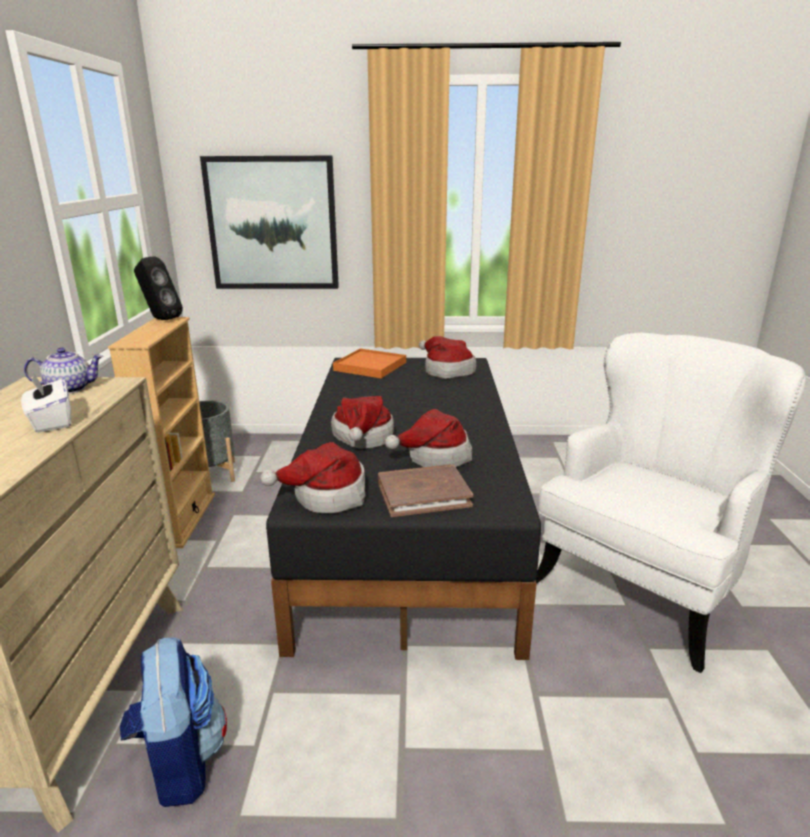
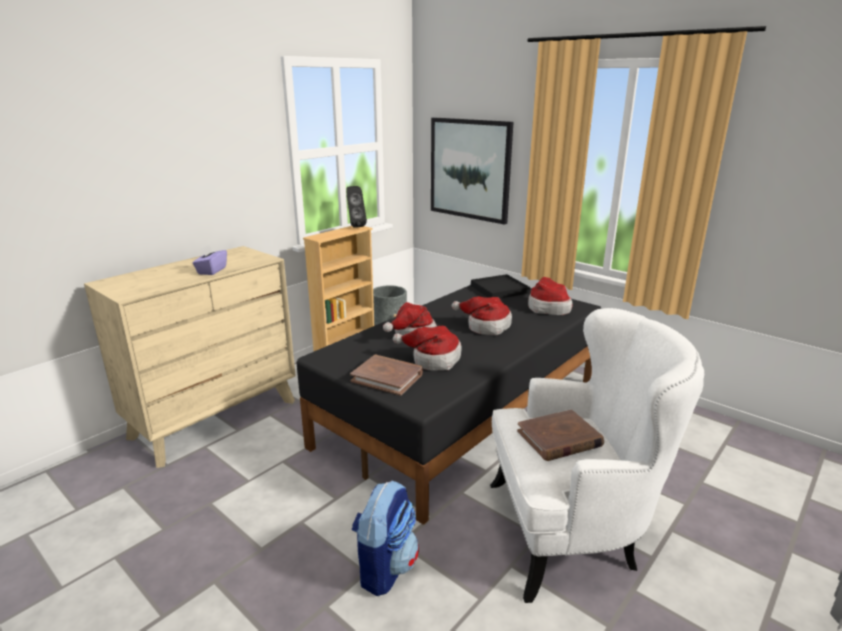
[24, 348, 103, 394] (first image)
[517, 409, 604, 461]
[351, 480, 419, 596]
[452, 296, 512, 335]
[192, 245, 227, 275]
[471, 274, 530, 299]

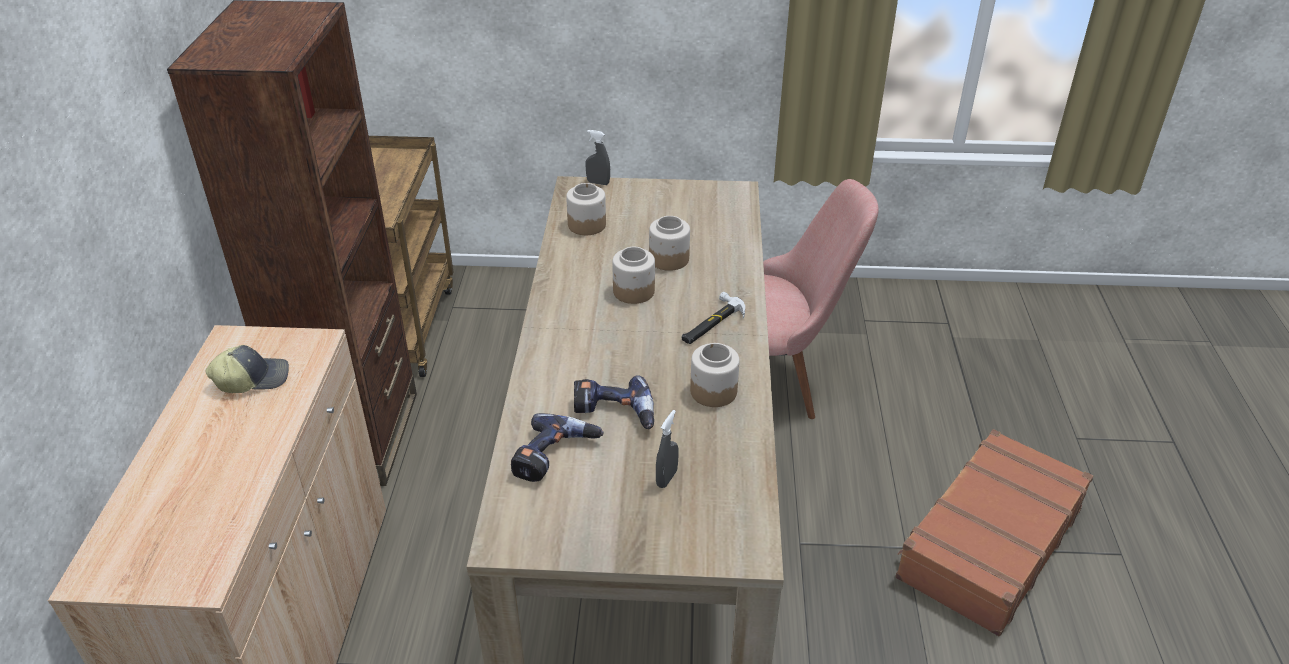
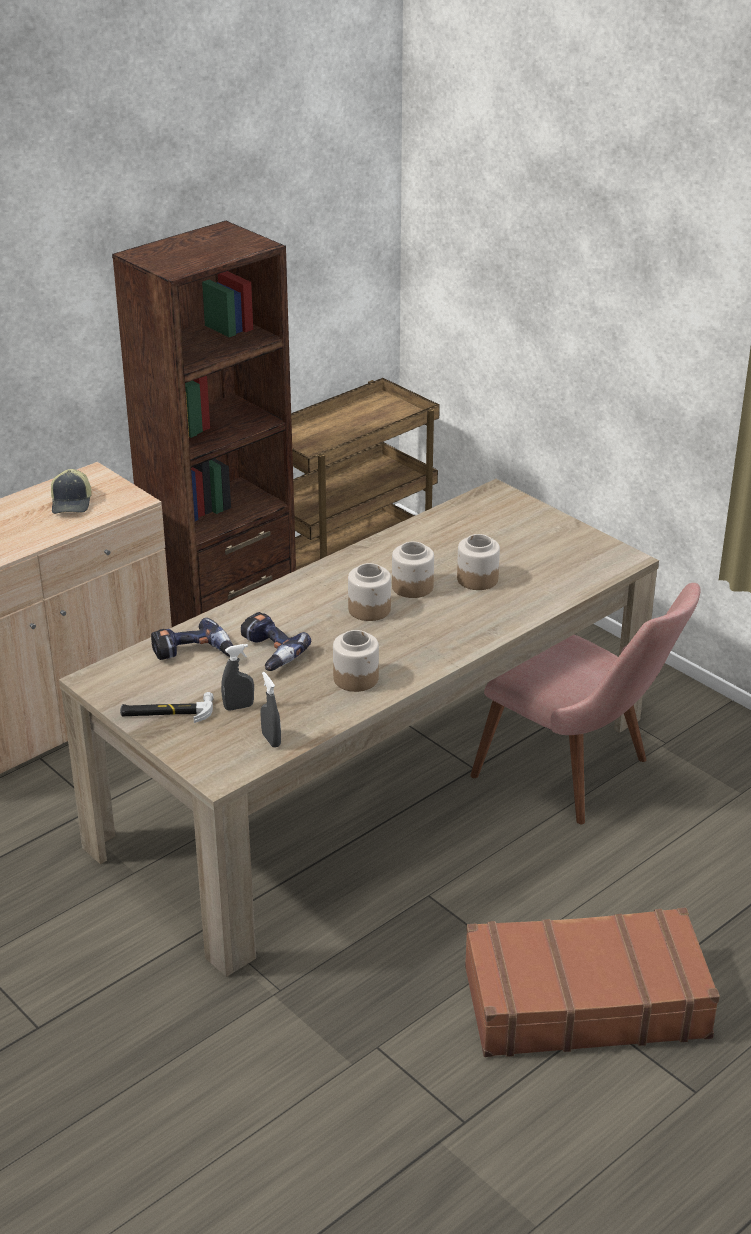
[348, 563, 391, 621]
[260, 672, 281, 748]
[120, 692, 214, 723]
[51, 469, 91, 514]

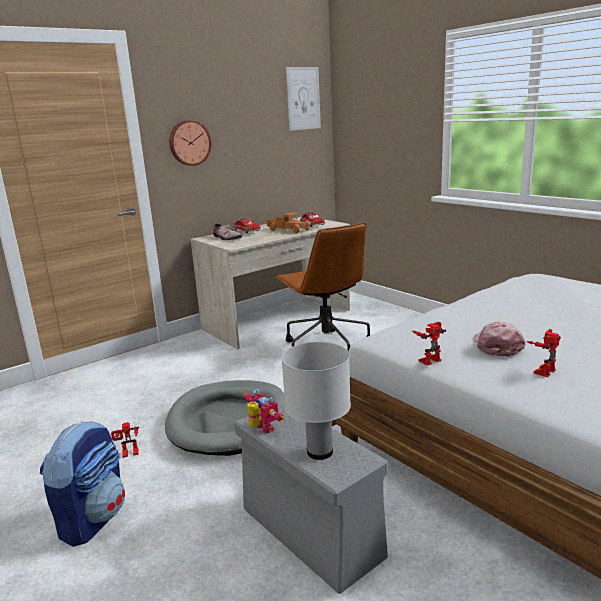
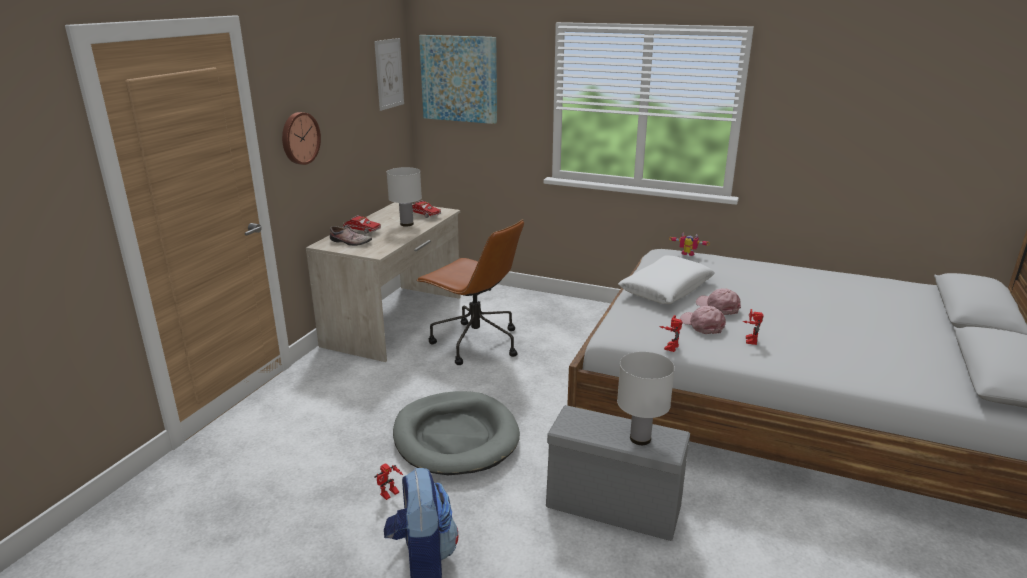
[419, 35, 497, 124]
[618, 255, 715, 304]
[696, 288, 741, 315]
[669, 232, 710, 256]
[386, 167, 422, 227]

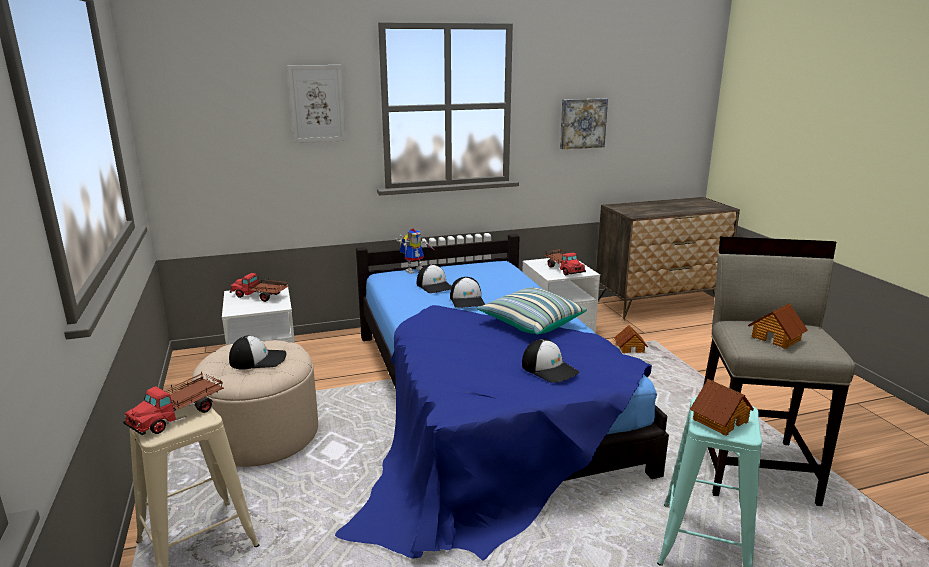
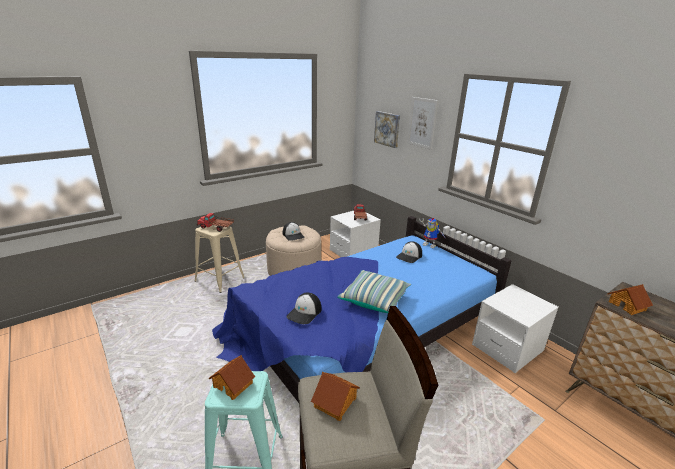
[450, 277, 485, 308] (first image)
[545, 249, 586, 275] (first image)
[374, 111, 400, 148]
[607, 284, 653, 315]

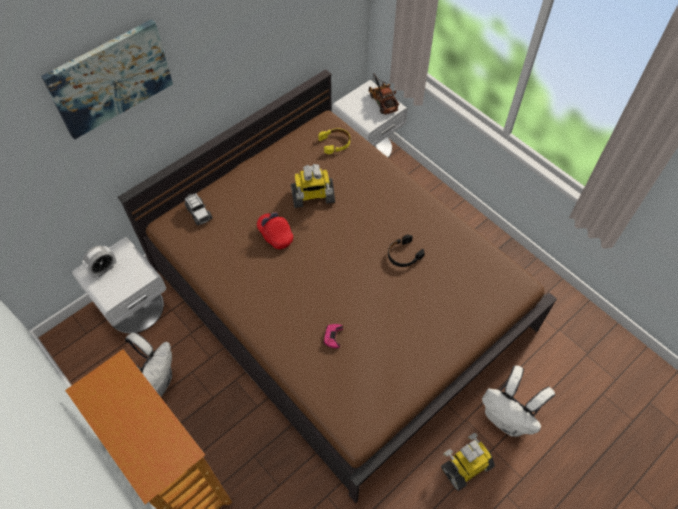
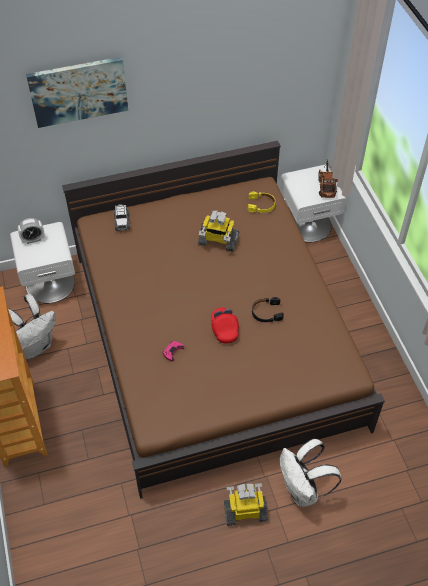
[211, 308, 239, 343]

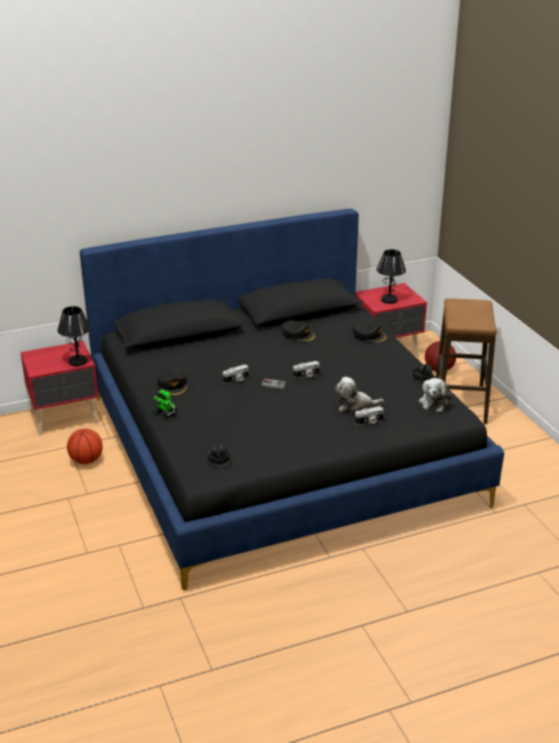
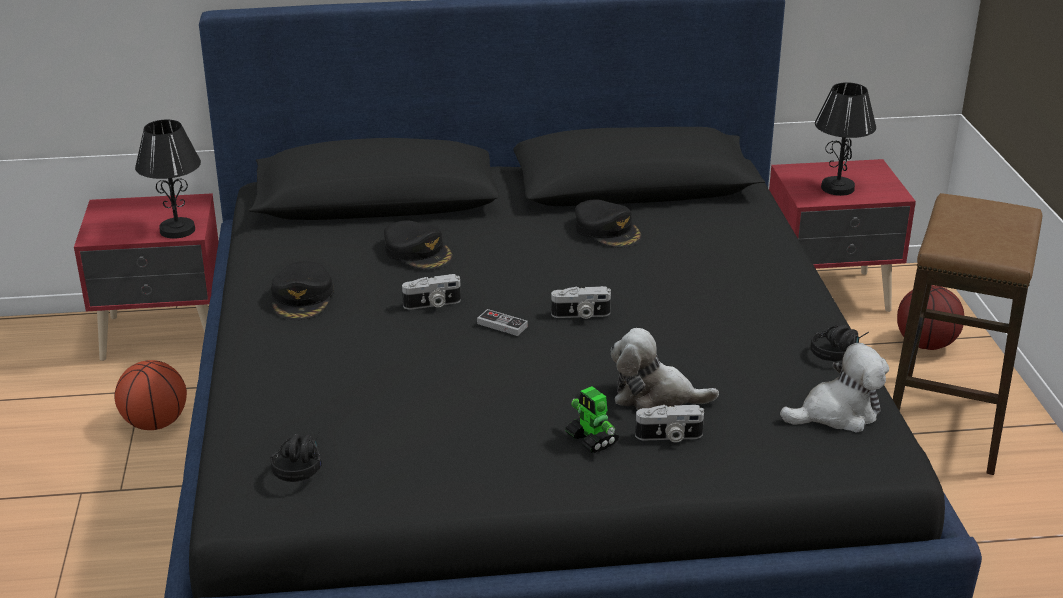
[565, 386, 619, 453]
[384, 220, 453, 270]
[780, 343, 889, 433]

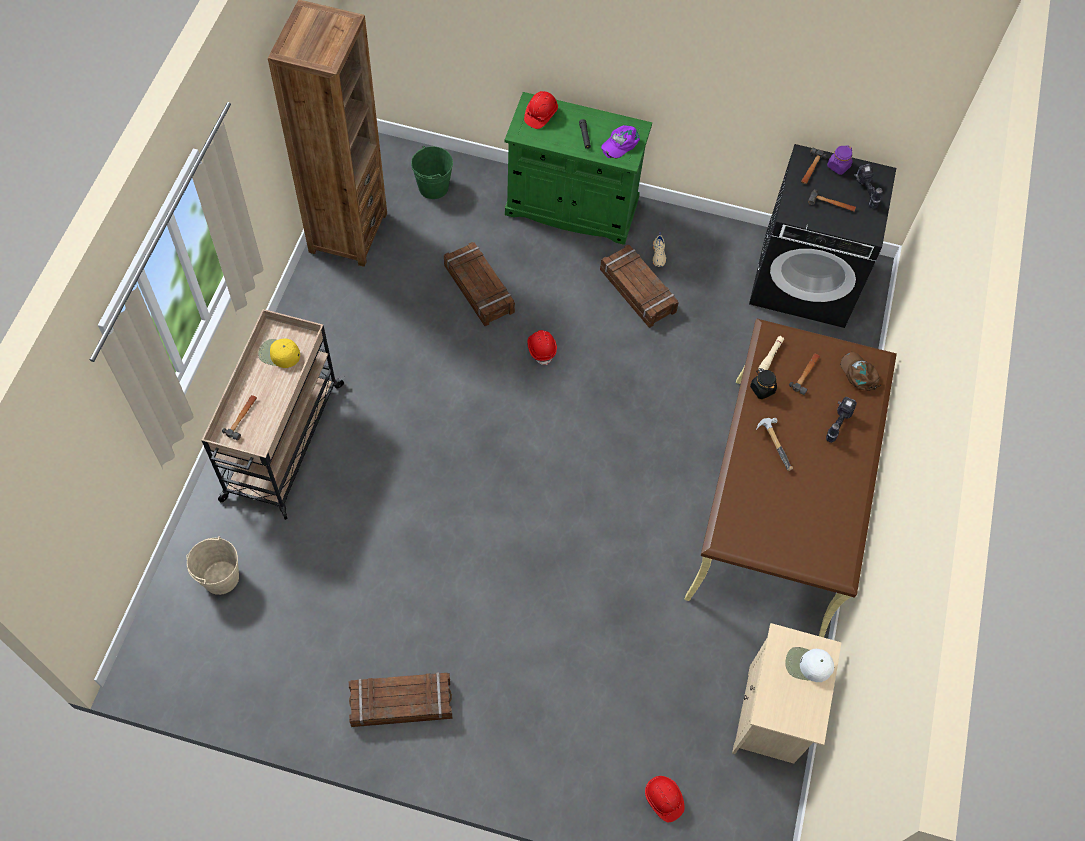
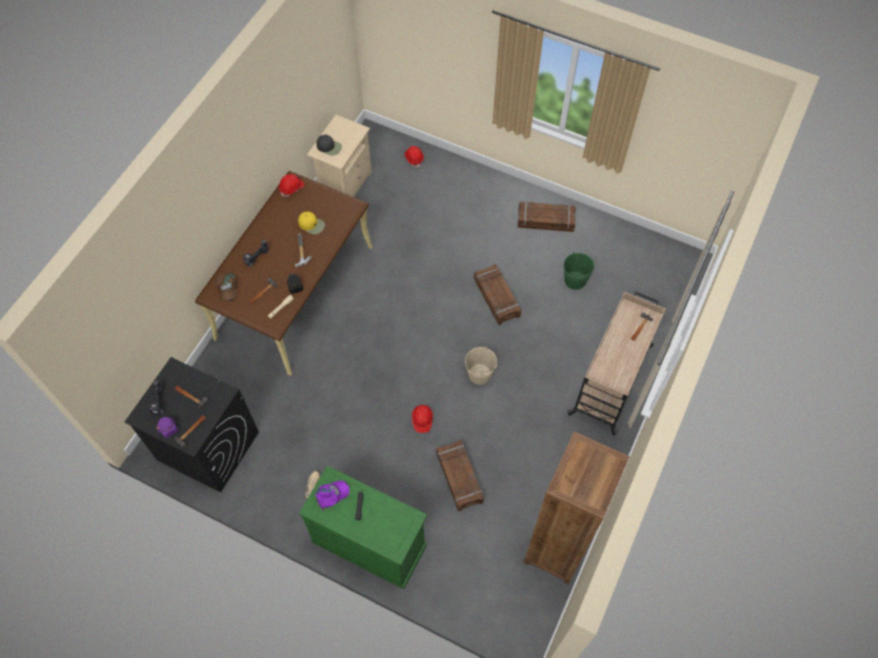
[465, 347, 497, 385]
[298, 212, 325, 235]
[564, 252, 594, 290]
[279, 174, 305, 197]
[474, 264, 521, 325]
[316, 135, 342, 156]

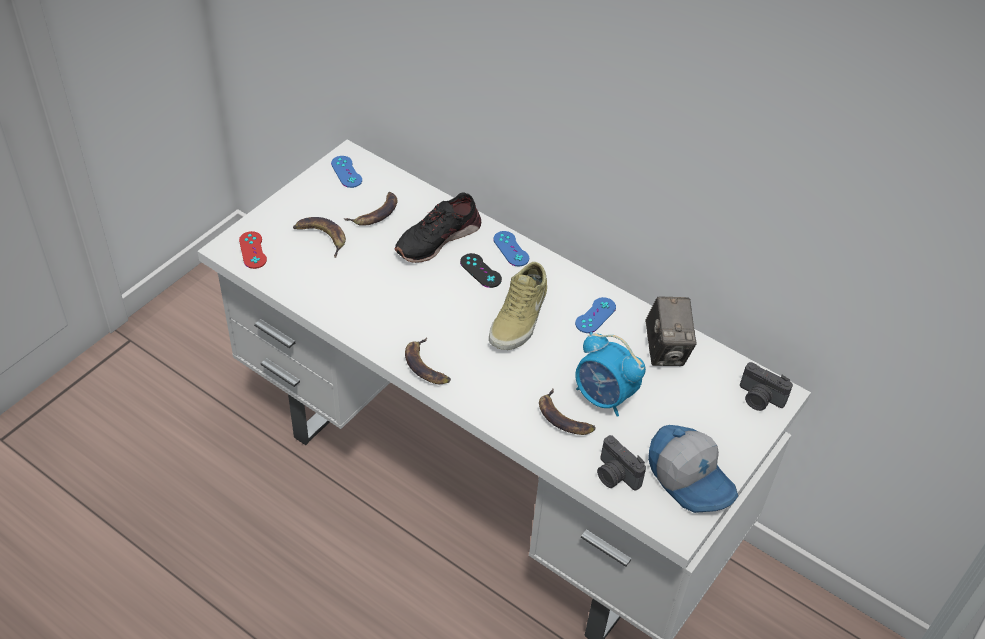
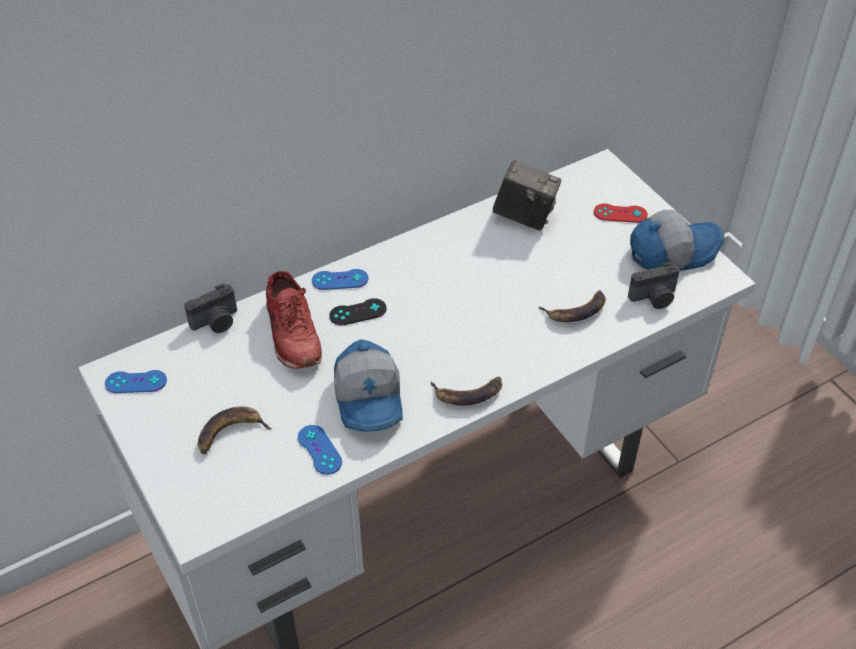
[344, 192, 397, 226] (first image)
[489, 262, 547, 350] (first image)
[575, 332, 646, 417] (first image)
[334, 339, 403, 432]
[594, 203, 648, 223]
[298, 425, 342, 475]
[184, 284, 237, 333]
[266, 271, 322, 369]

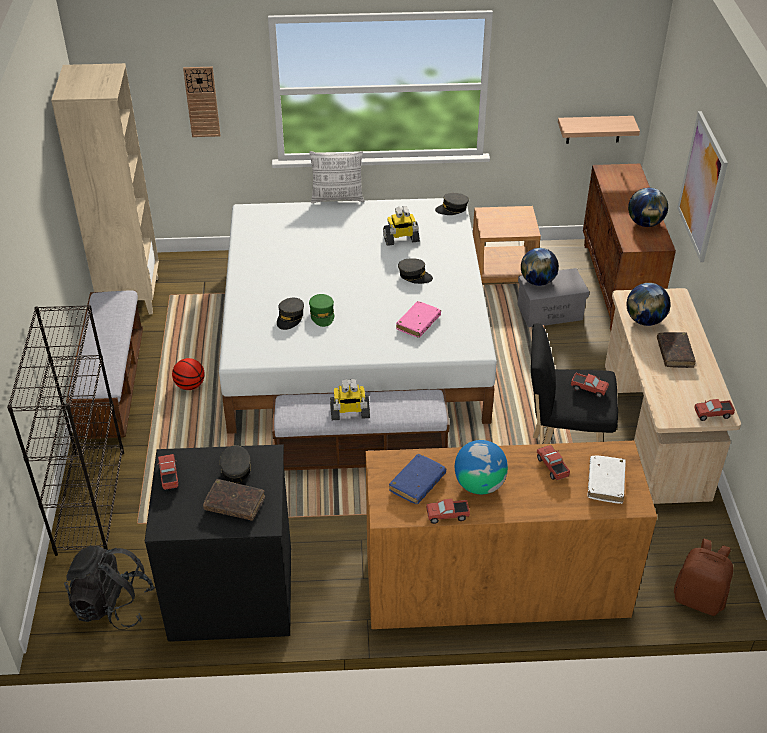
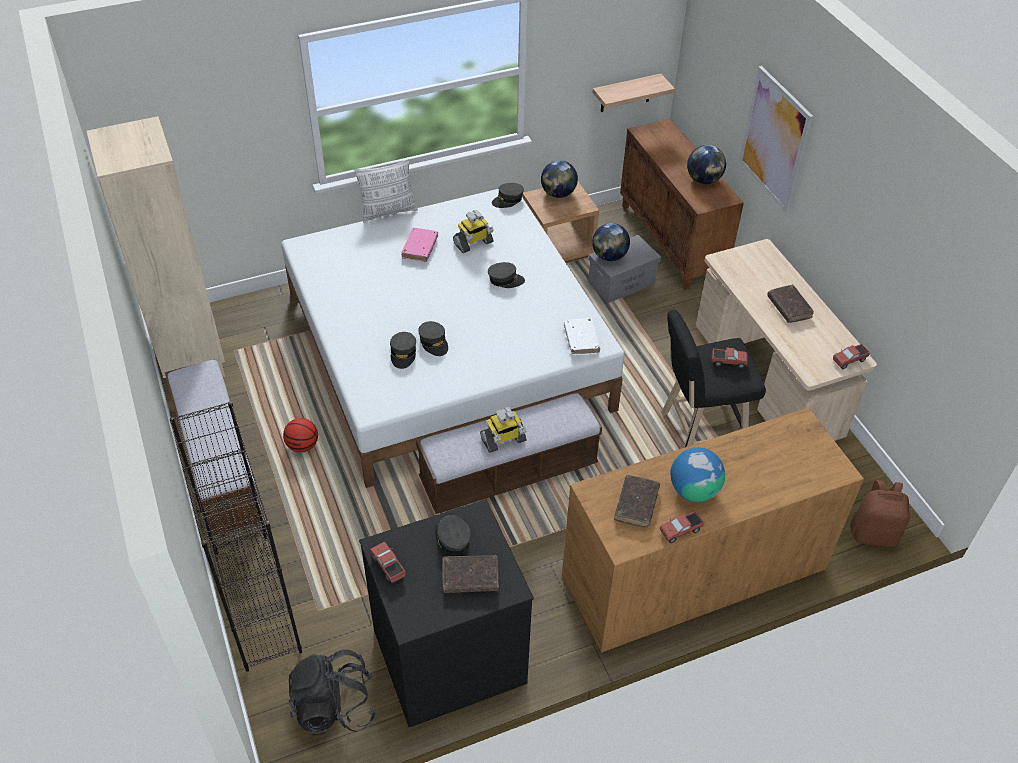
[183, 67, 220, 137] (first image)
[537, 445, 570, 480] (first image)
[401, 228, 438, 262]
[564, 318, 600, 355]
[541, 160, 578, 198]
[418, 321, 448, 356]
[614, 475, 660, 528]

